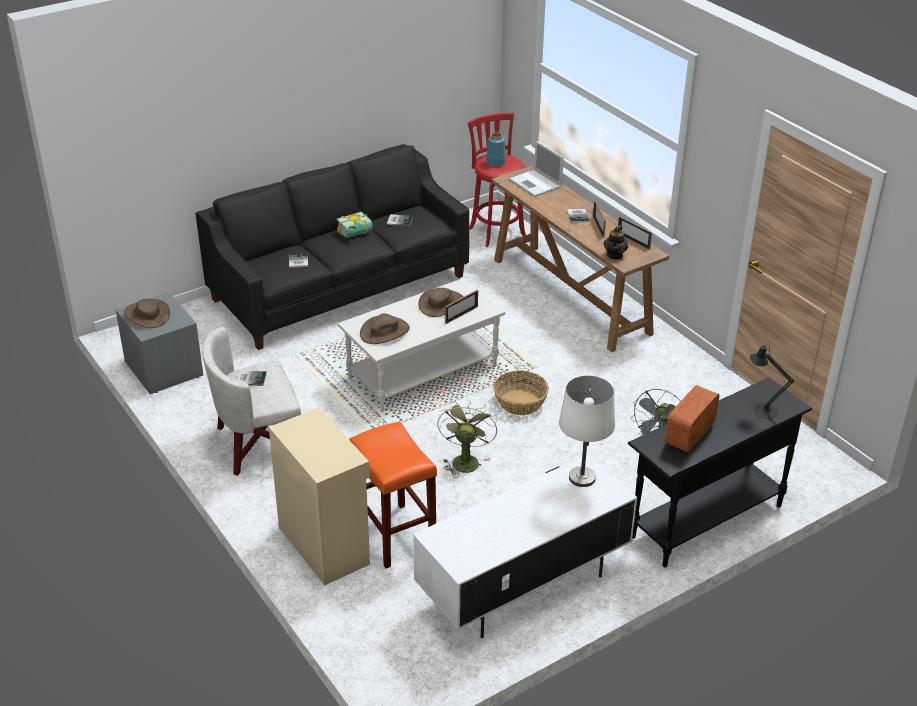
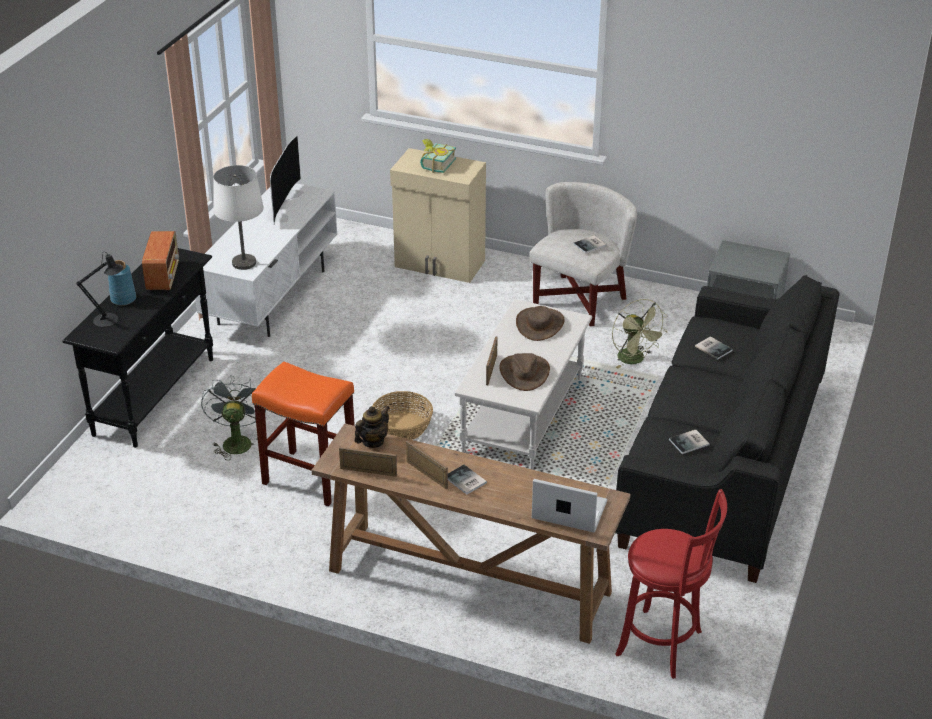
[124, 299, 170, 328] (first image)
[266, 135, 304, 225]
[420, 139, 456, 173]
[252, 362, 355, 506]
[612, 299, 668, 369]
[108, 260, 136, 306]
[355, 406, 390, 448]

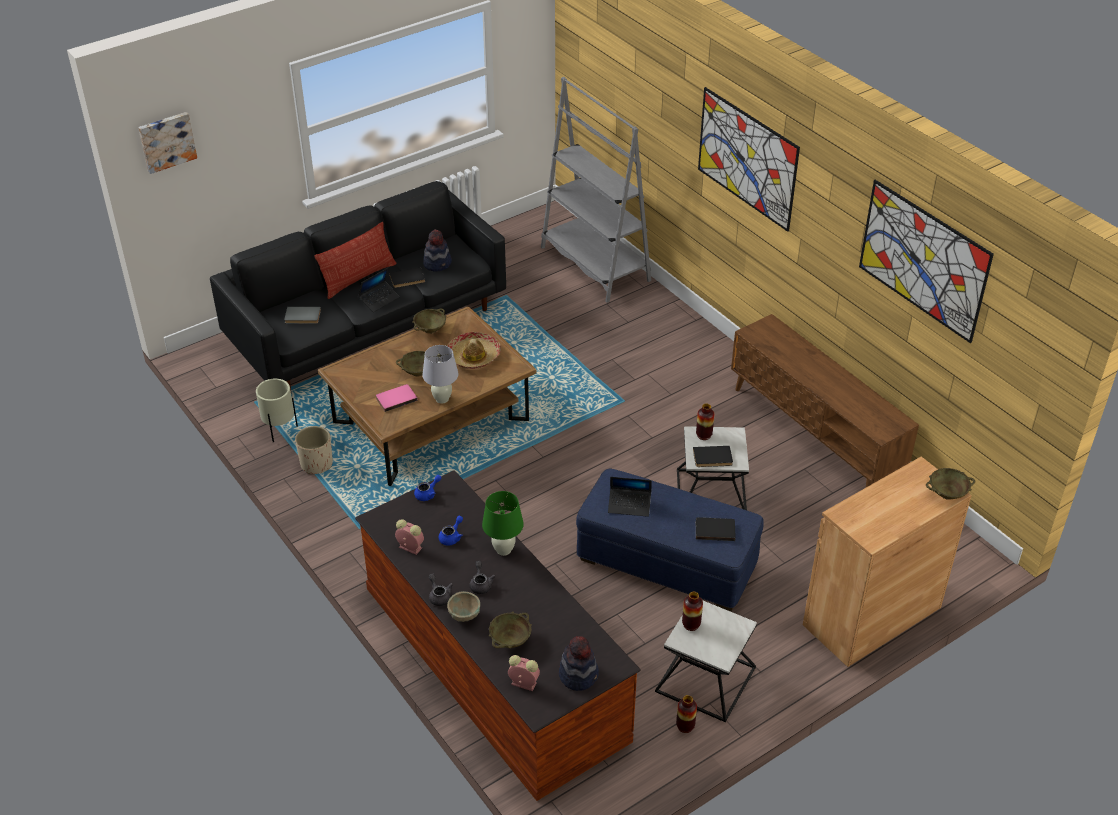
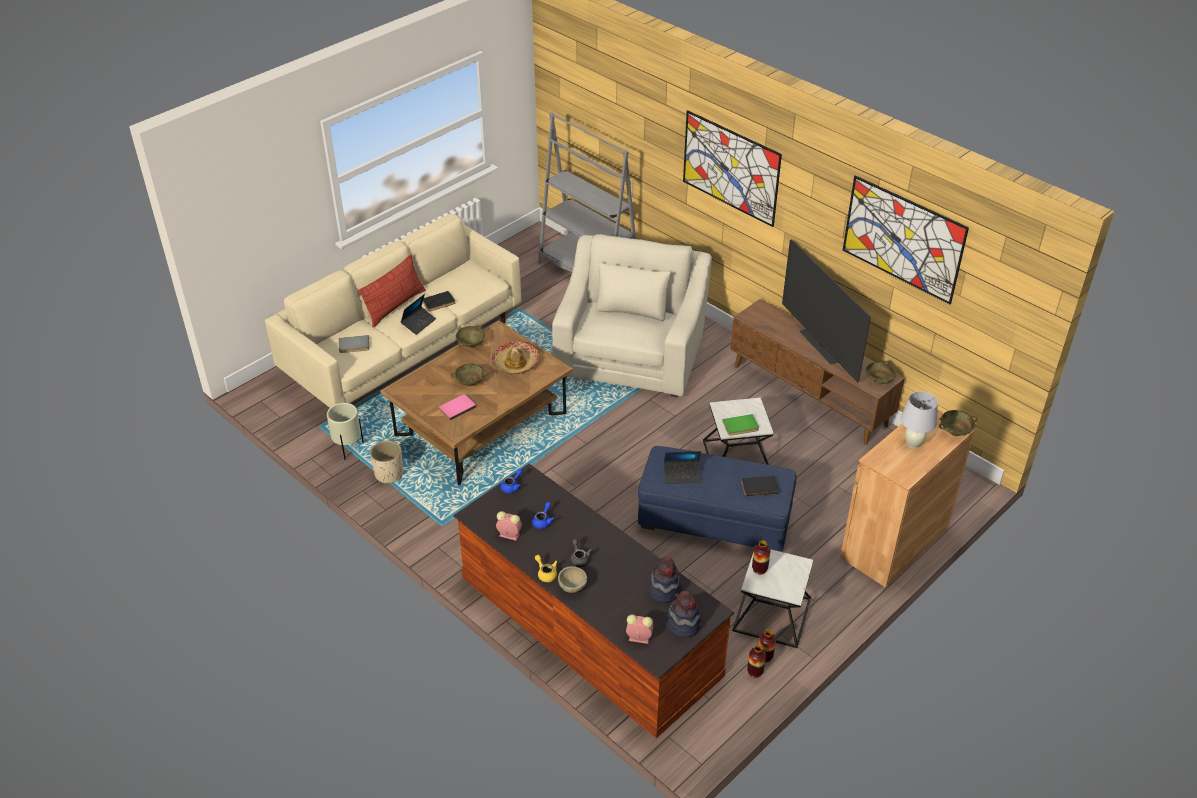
[138, 112, 197, 174] (first image)
[482, 491, 524, 556] (first image)
[552, 234, 712, 397]
[782, 239, 871, 383]
[901, 391, 938, 448]
[648, 557, 682, 603]
[866, 361, 897, 385]
[747, 645, 766, 678]
[265, 214, 521, 408]
[535, 555, 557, 582]
[722, 414, 759, 436]

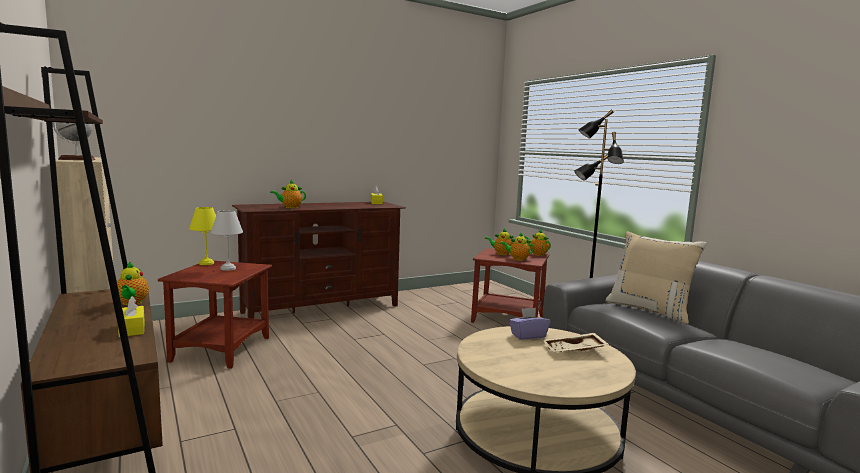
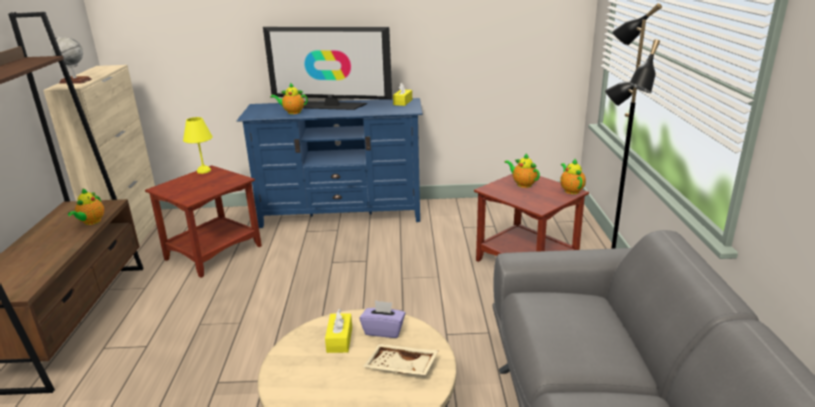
[211, 210, 243, 271] (first image)
[500, 233, 534, 261] (first image)
[605, 231, 707, 324] (first image)
[263, 27, 392, 110]
[325, 309, 352, 353]
[237, 98, 423, 228]

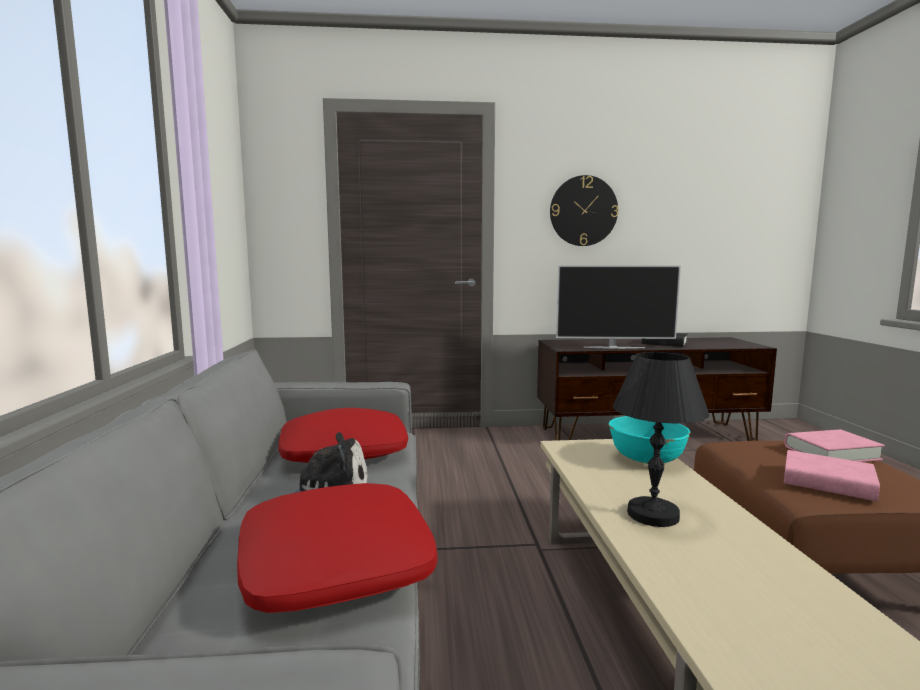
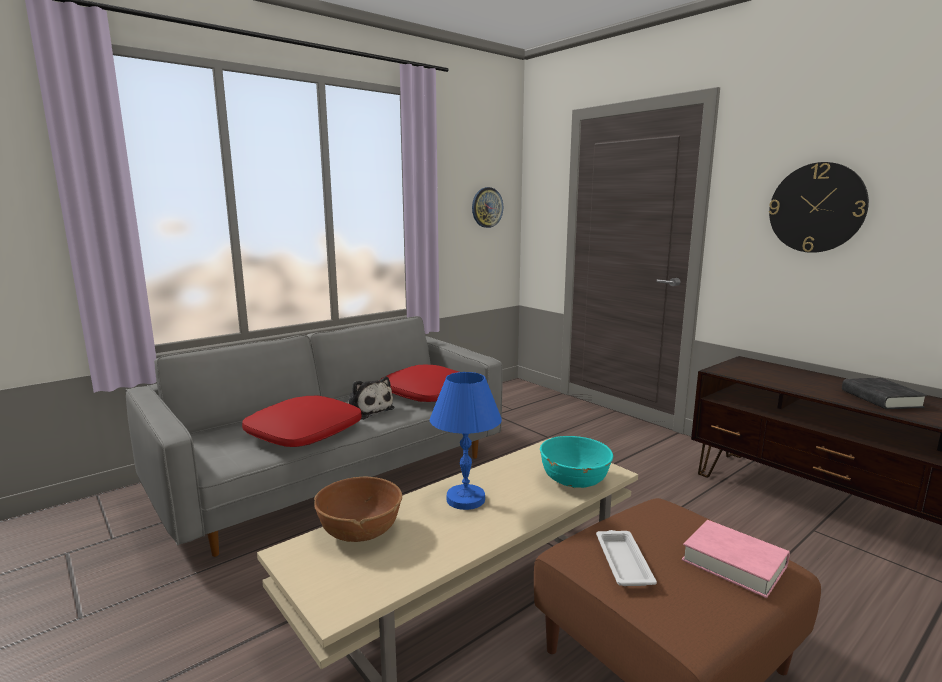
[556, 265, 681, 349] (first image)
[314, 477, 402, 542]
[472, 187, 503, 228]
[596, 530, 657, 586]
[430, 372, 502, 510]

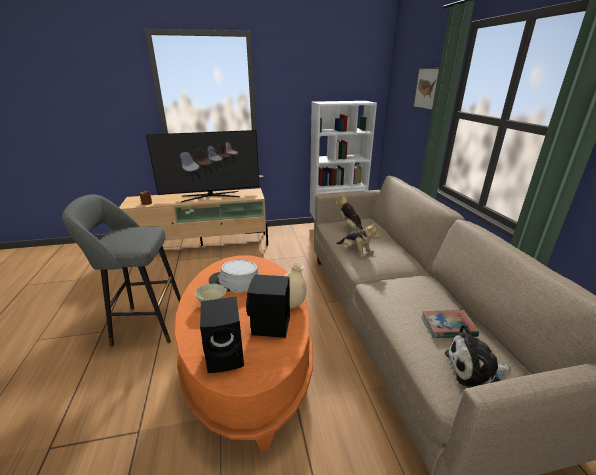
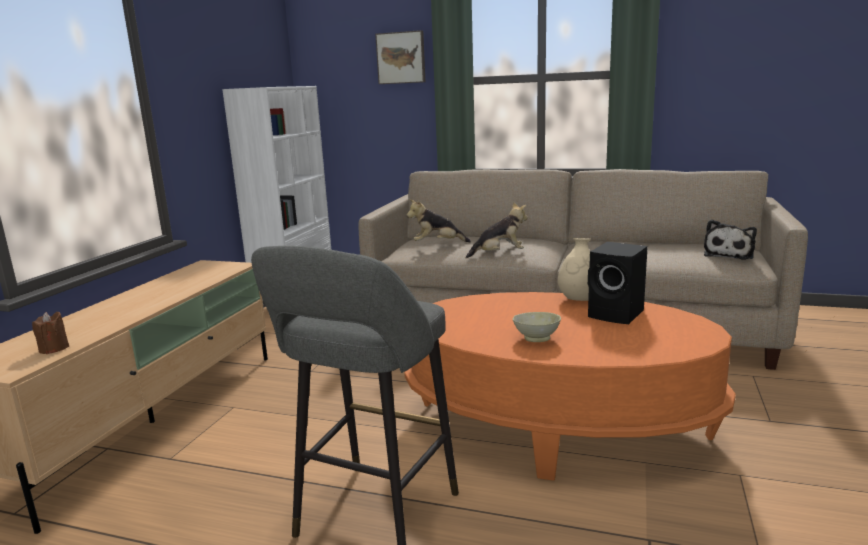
[146, 130, 259, 202] (first image)
[200, 296, 244, 373] (first image)
[209, 260, 260, 292] (first image)
[421, 310, 479, 338] (first image)

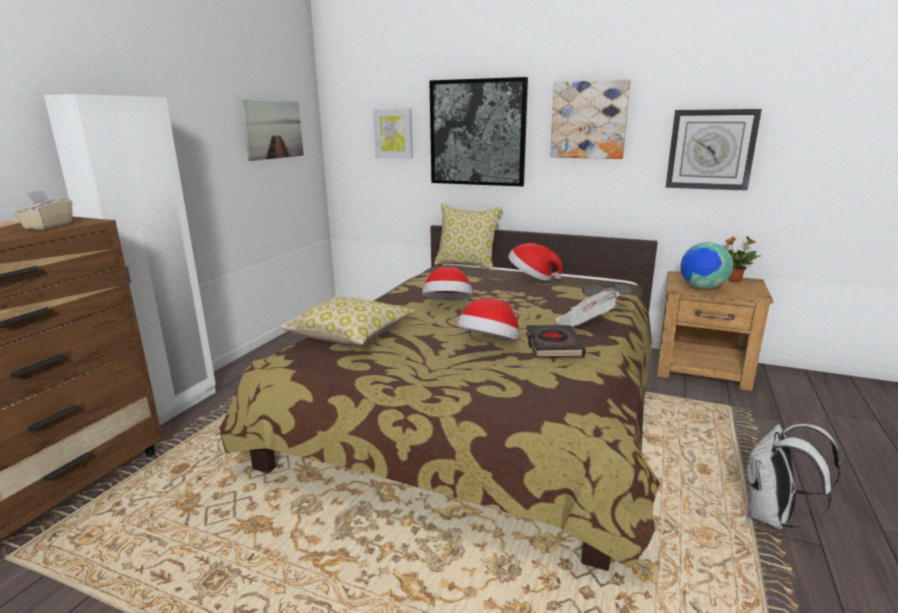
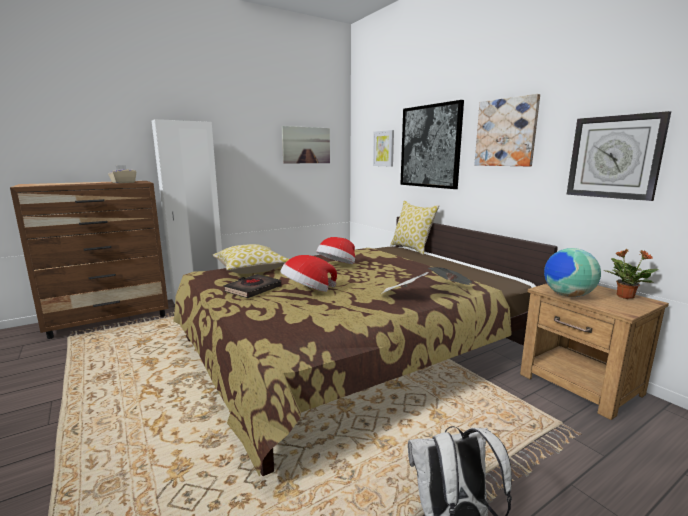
[508, 243, 563, 281] (first image)
[223, 274, 281, 298]

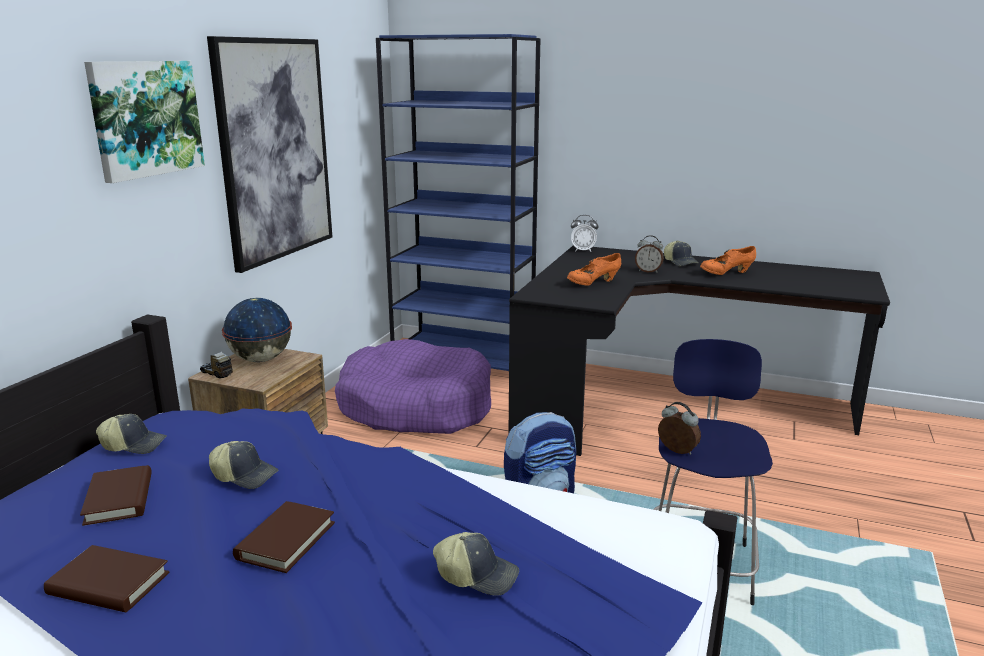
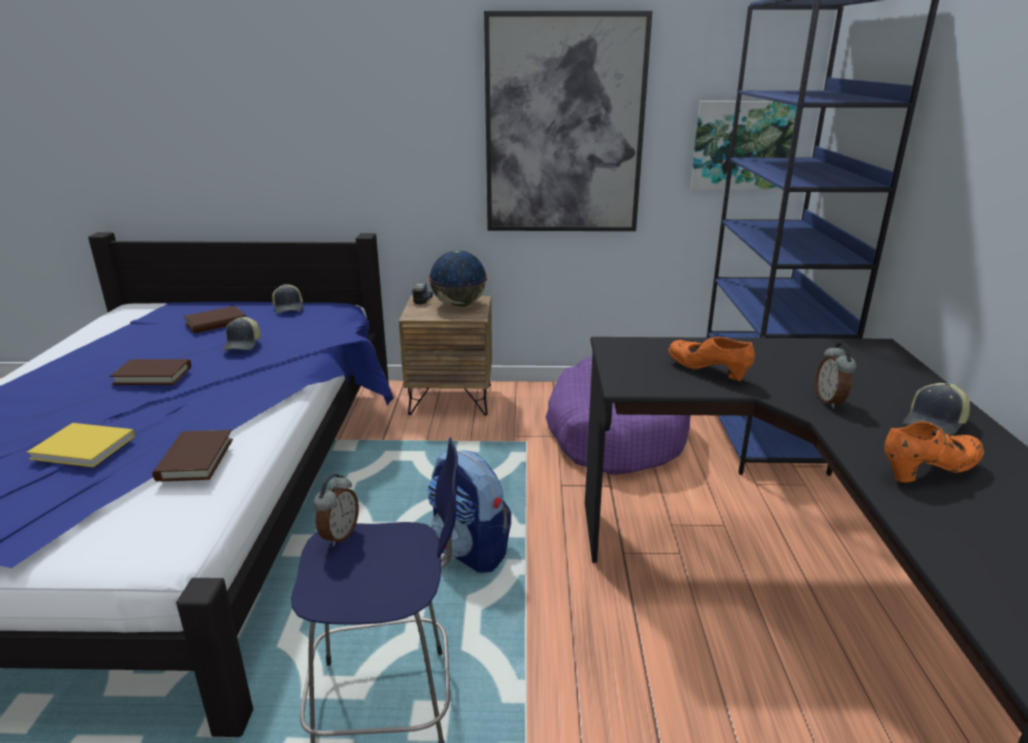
[571, 215, 598, 252] (first image)
[153, 430, 233, 481]
[690, 101, 797, 190]
[27, 423, 135, 467]
[884, 421, 984, 483]

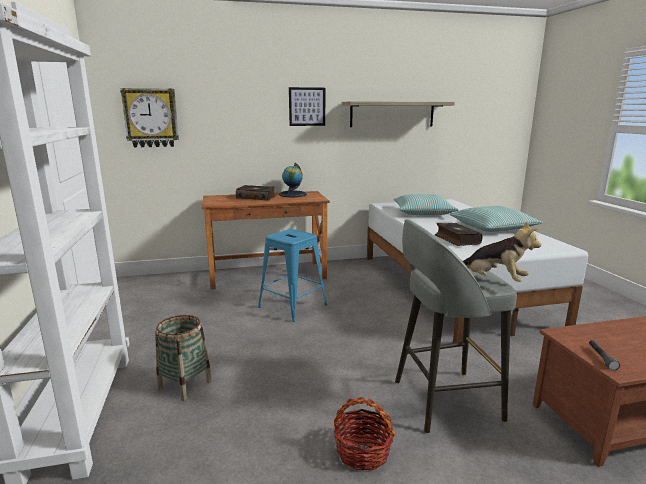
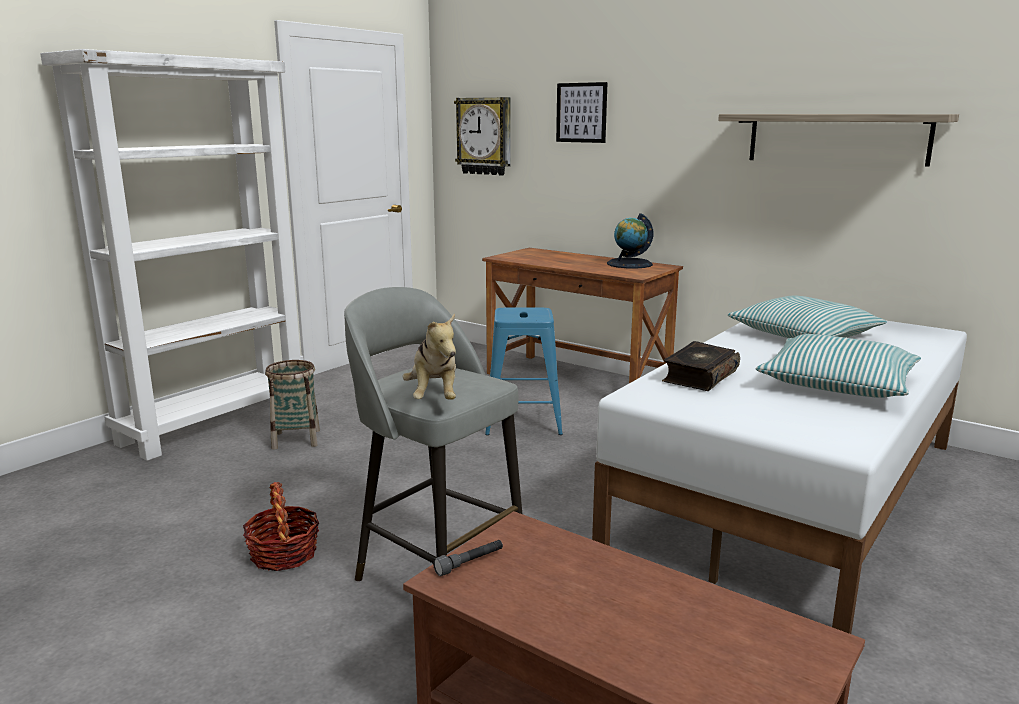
[236, 185, 275, 201] (first image)
[556, 82, 608, 143]

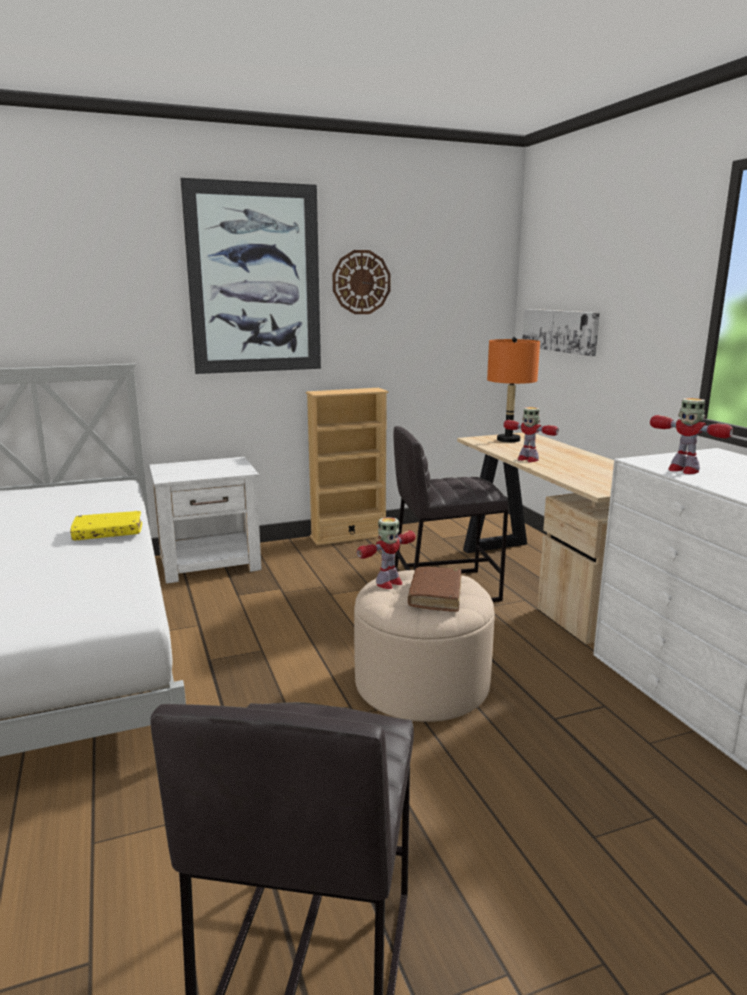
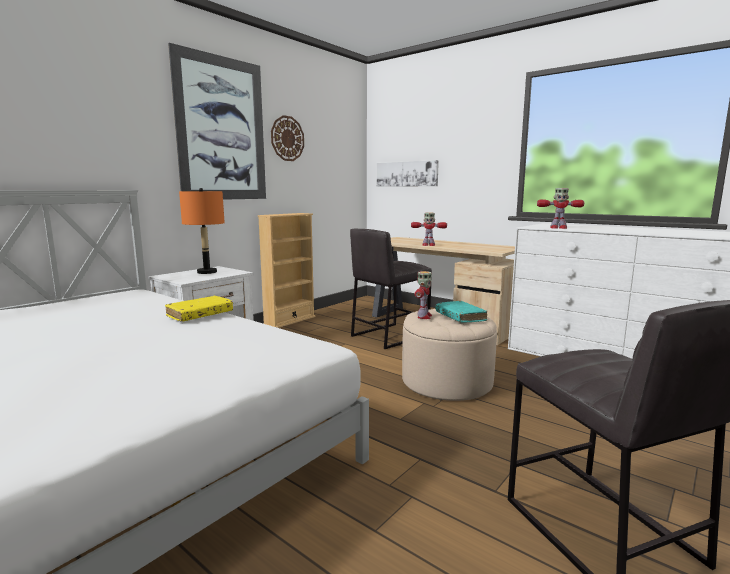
[179, 188, 225, 274]
[435, 301, 487, 323]

